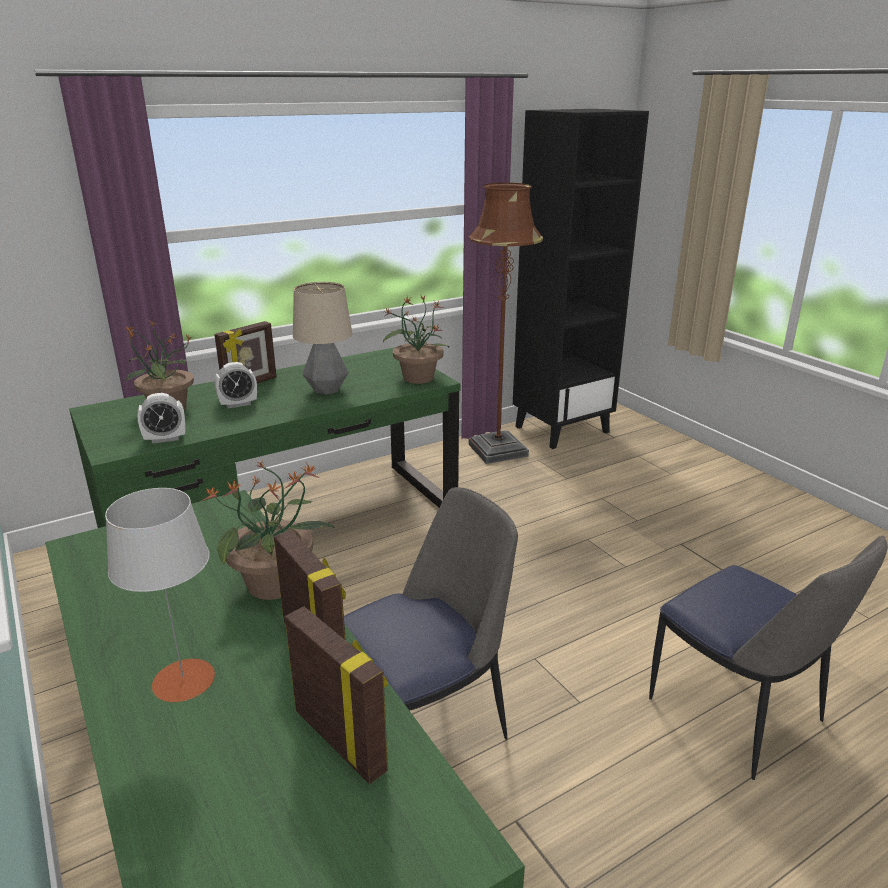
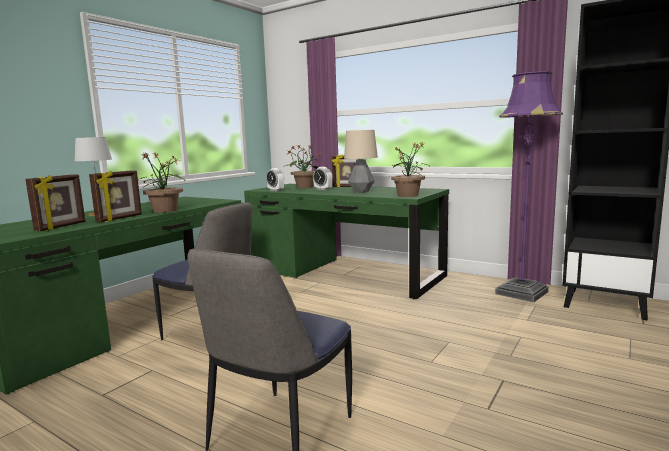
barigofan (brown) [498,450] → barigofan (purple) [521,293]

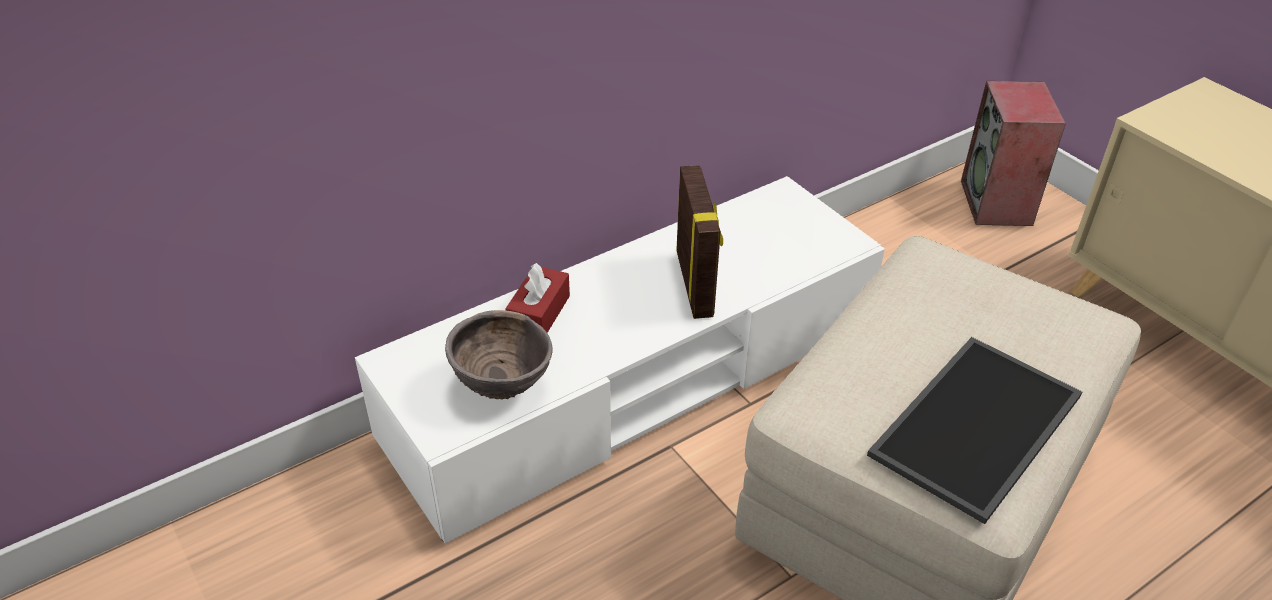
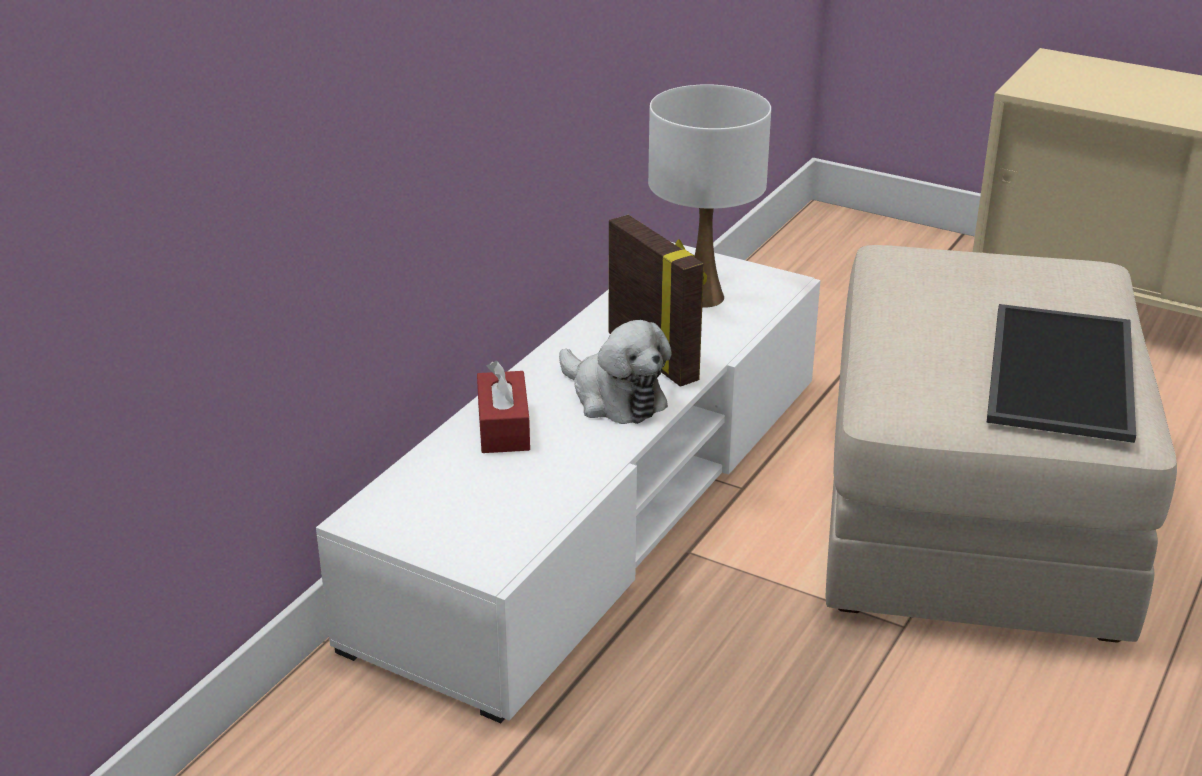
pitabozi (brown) [503,386] → -
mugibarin [997,203] → -
- → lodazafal [614,398]
- → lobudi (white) [703,297]

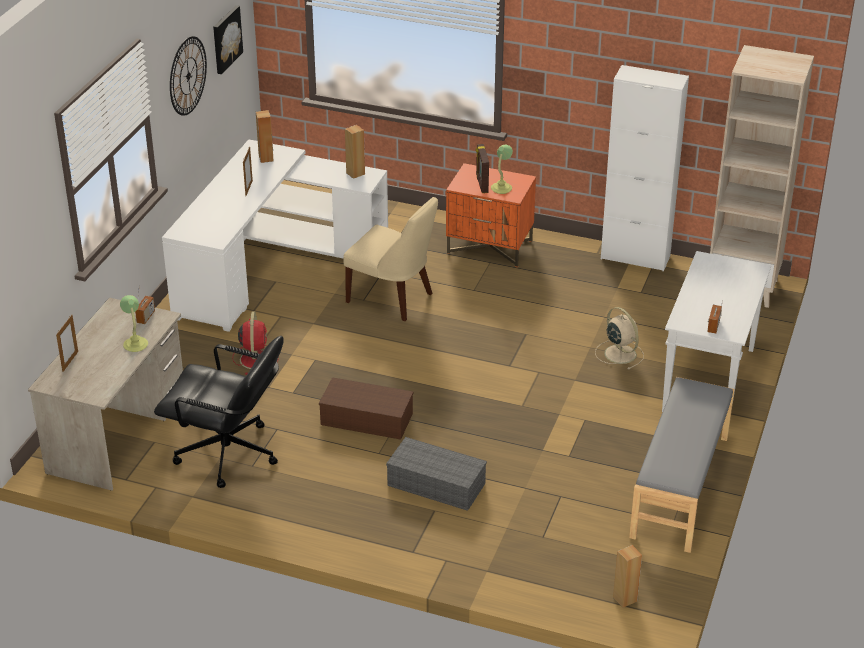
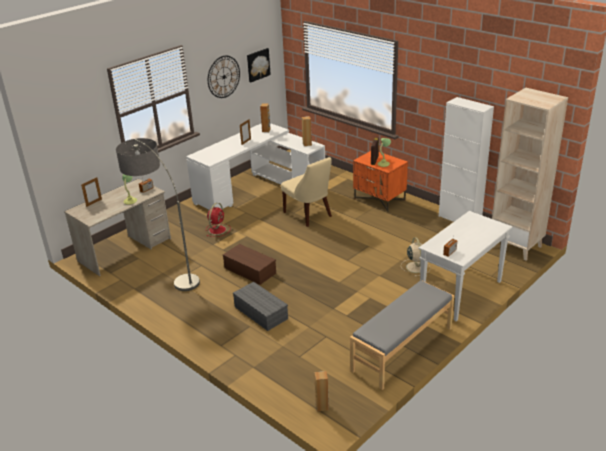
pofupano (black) [228,454] → barigofan [167,272]

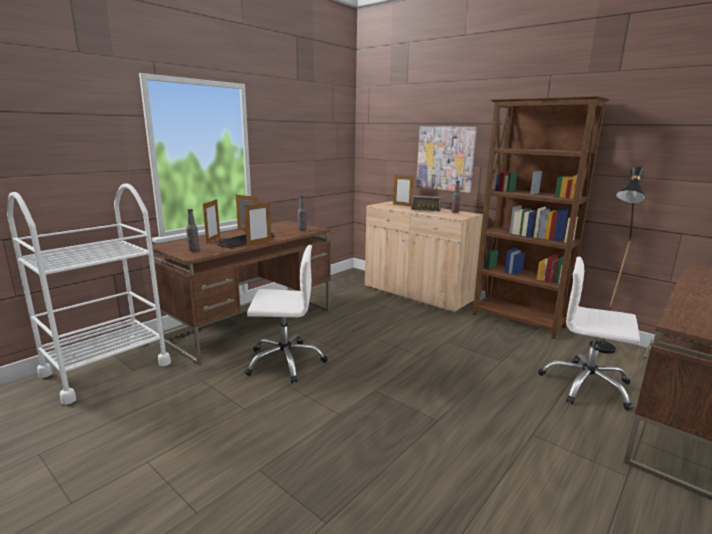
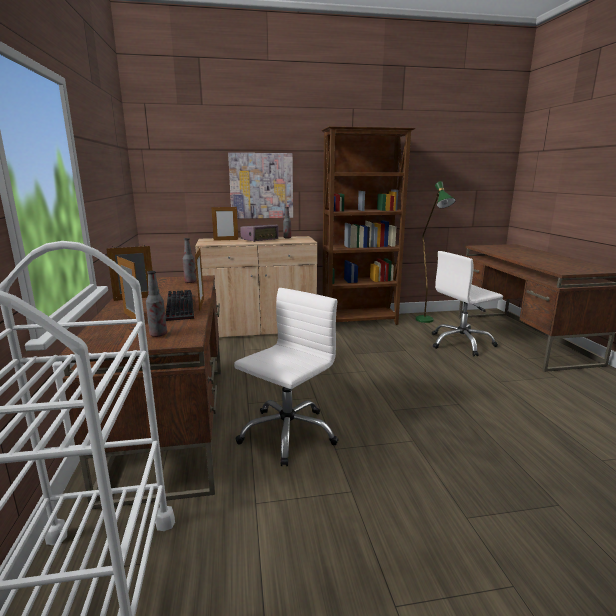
barigofan (black) [601,351] → barigofan (green) [428,322]

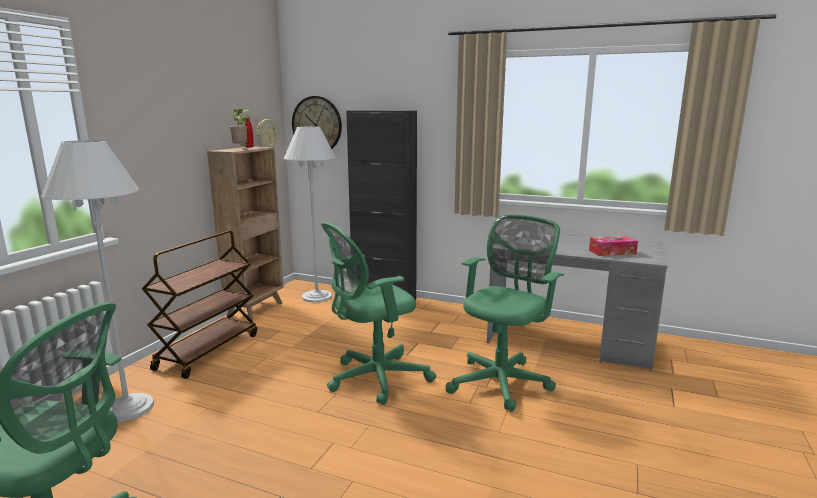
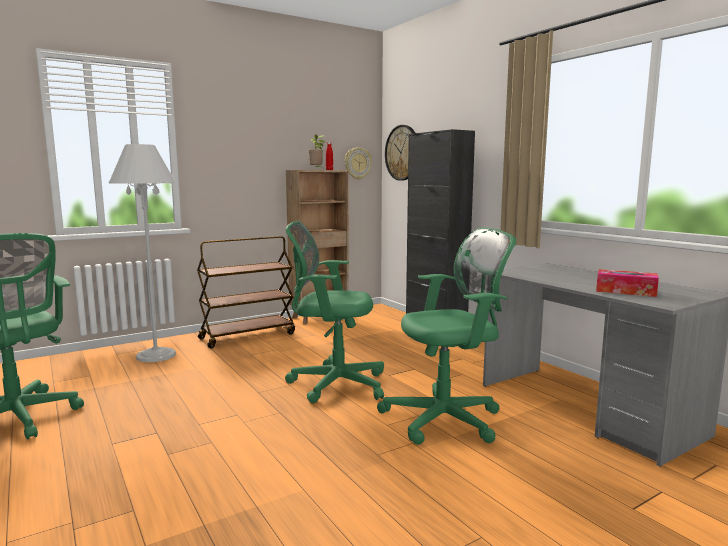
barigofan (white) [317,297] → -

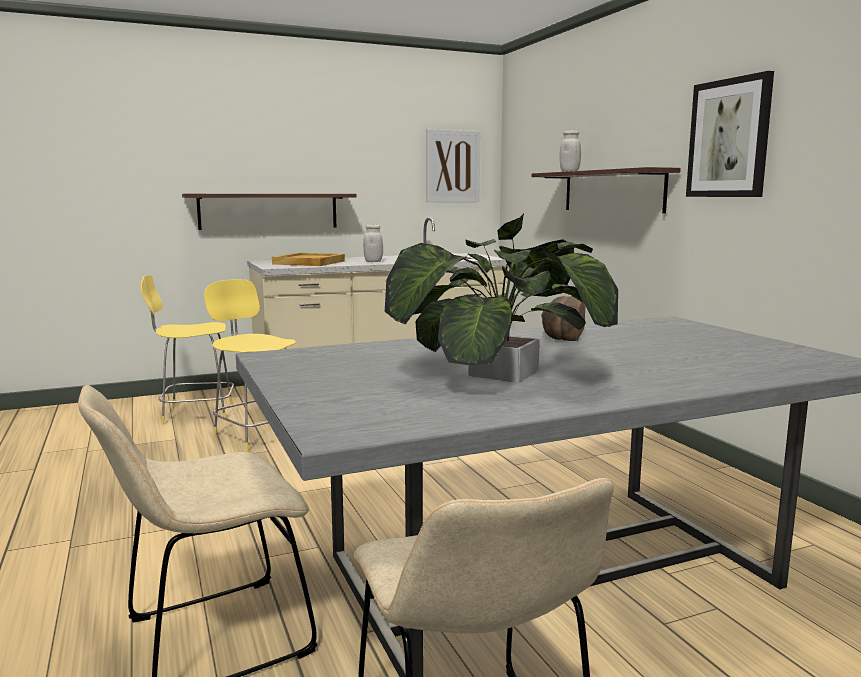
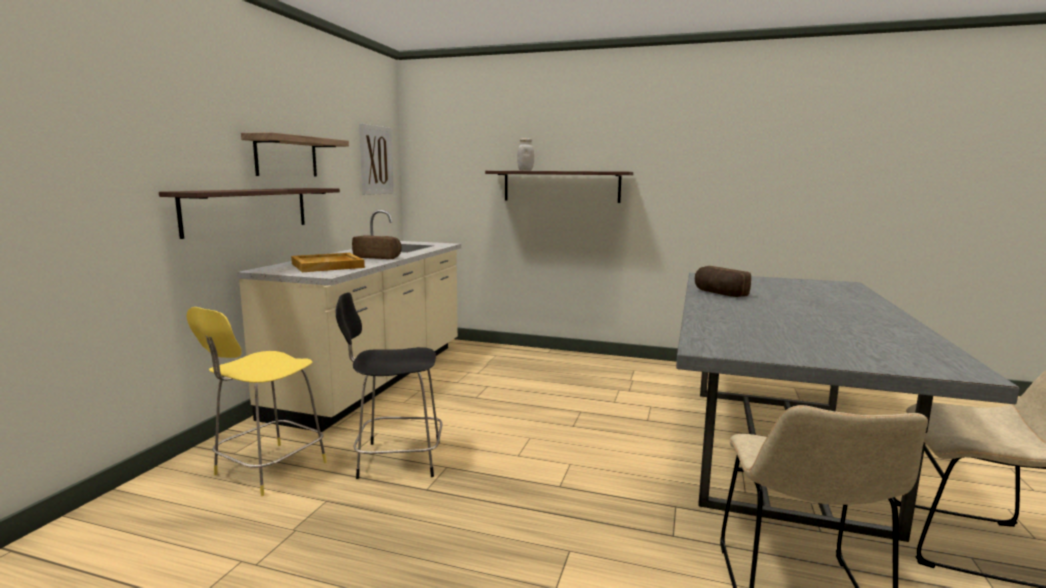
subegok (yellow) [257,434] → subegok (black) [396,459]
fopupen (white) [373,261] → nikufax [378,257]
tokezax [503,372] → -
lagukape [729,138] → -
- → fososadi [286,156]

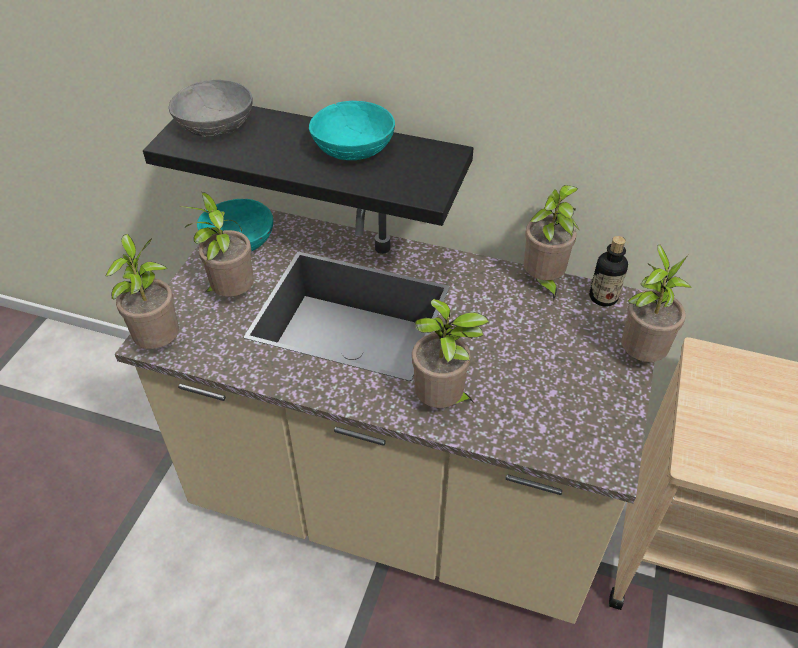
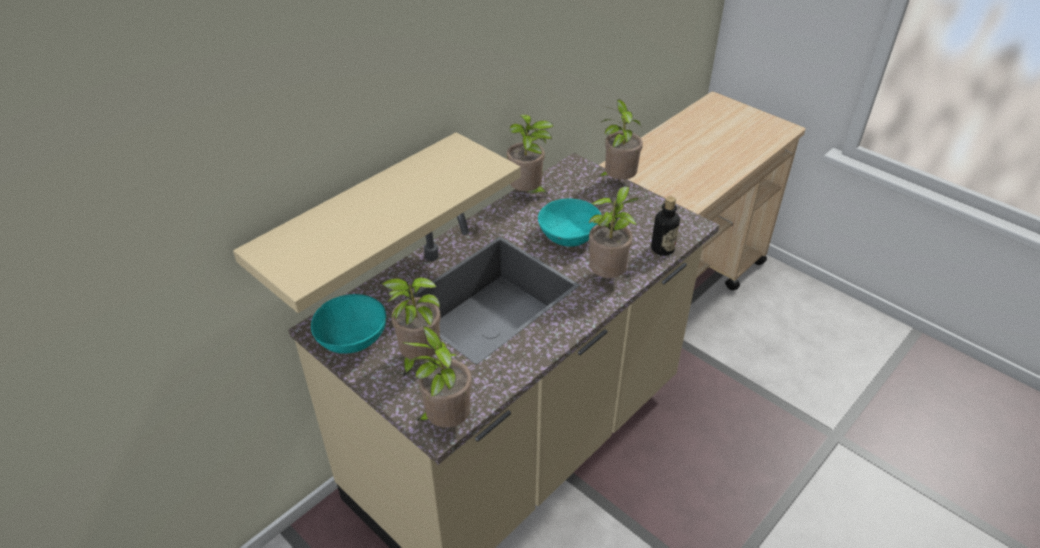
fososadi (black) [331,157] → fososadi (beige) [360,218]
pitabozi (grey) [216,126] → -
pitabozi (turquoise) [354,149] → pitabozi (turquoise) [570,235], shifted
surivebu [603,297] → surivebu [662,249], shifted

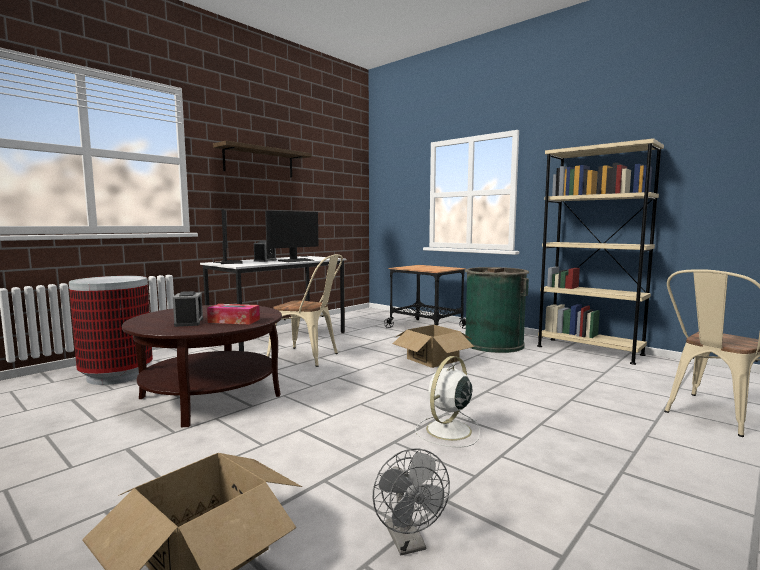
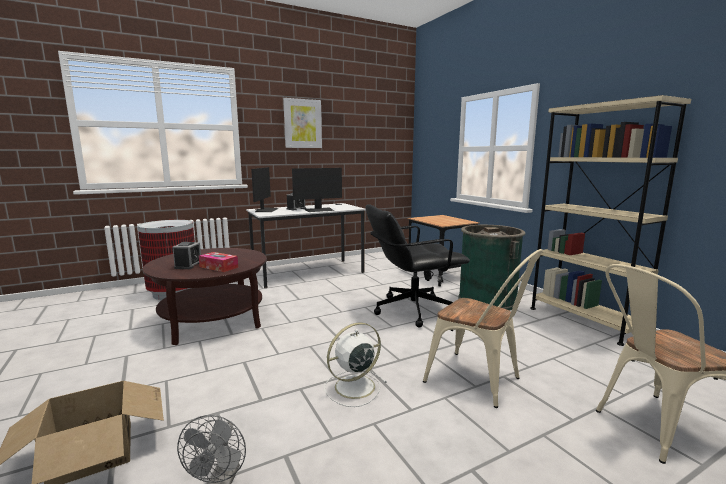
fososadi [259,162] → lagukape [302,123]
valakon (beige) [309,357] → valakon (beige) [480,381], shifted
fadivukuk [432,359] → pofupano (black) [412,310]

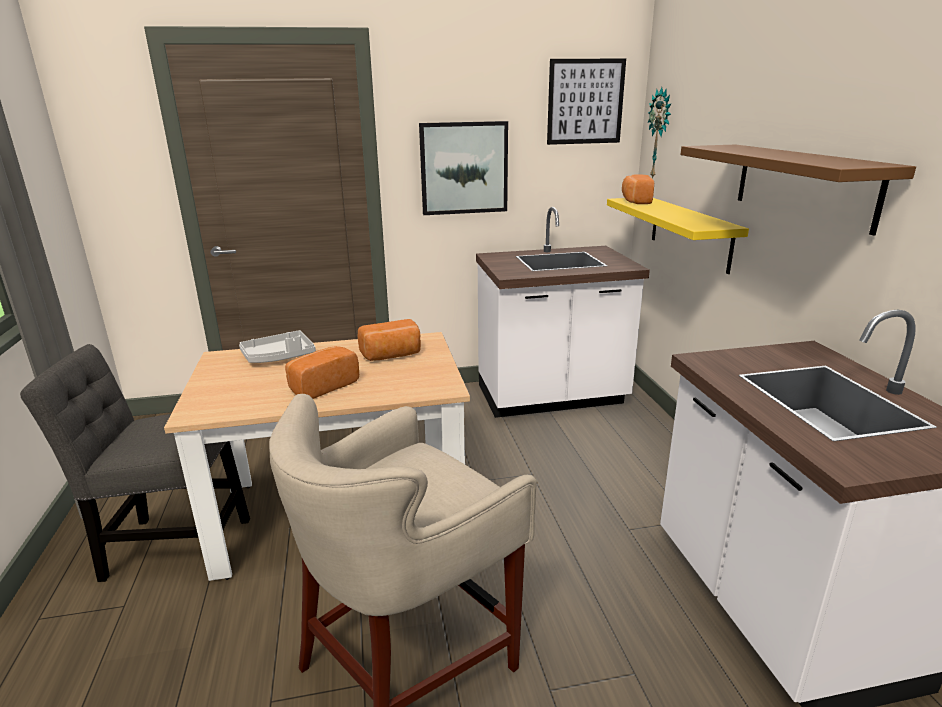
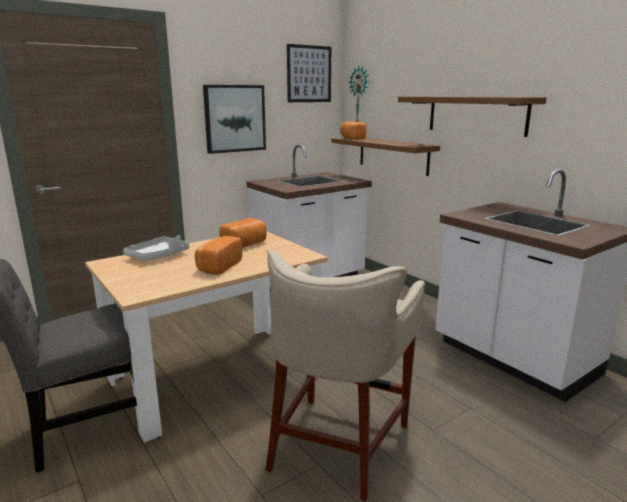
fososadi (yellow) [690,233] → fososadi (brown) [393,155]

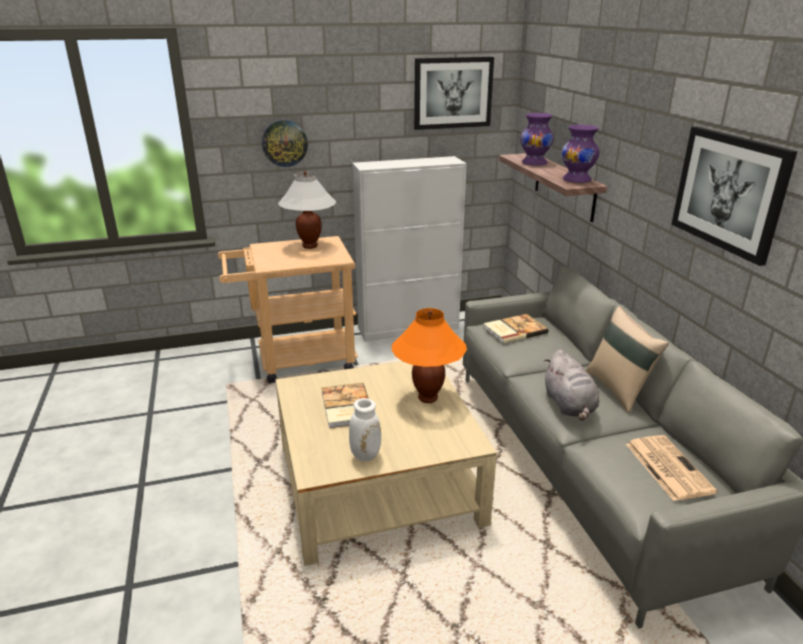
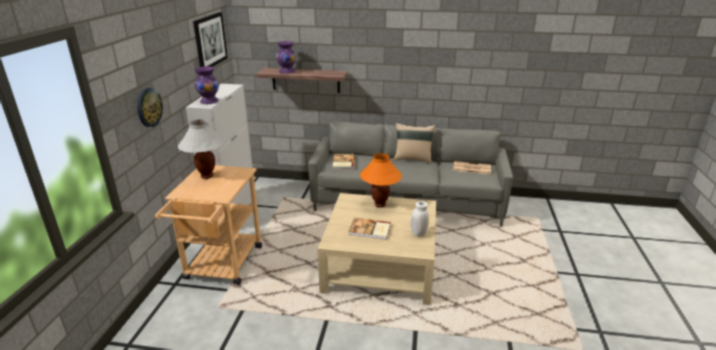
lodazafal (grey) [569,406] → -
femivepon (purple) [577,180] → femivepon (purple) [209,101], shifted
lagukape [729,192] → -

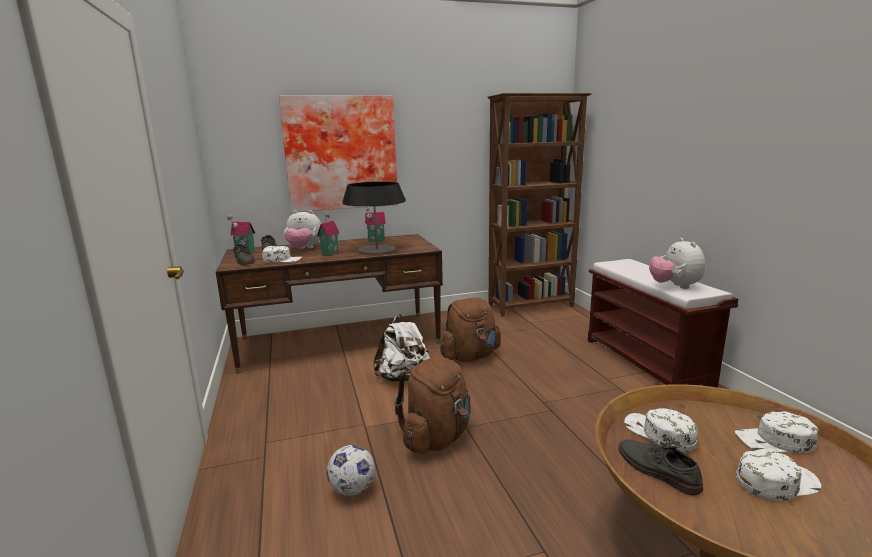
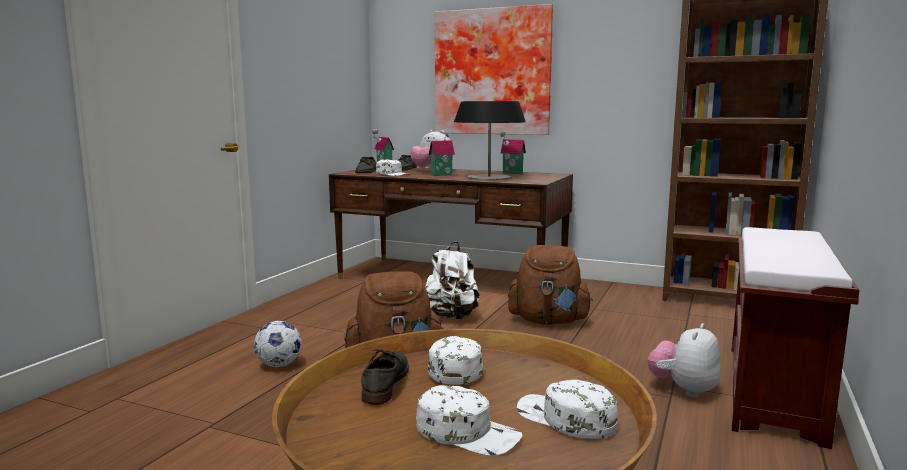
lodazafal [674,286] → lodazafal [683,390], shifted

